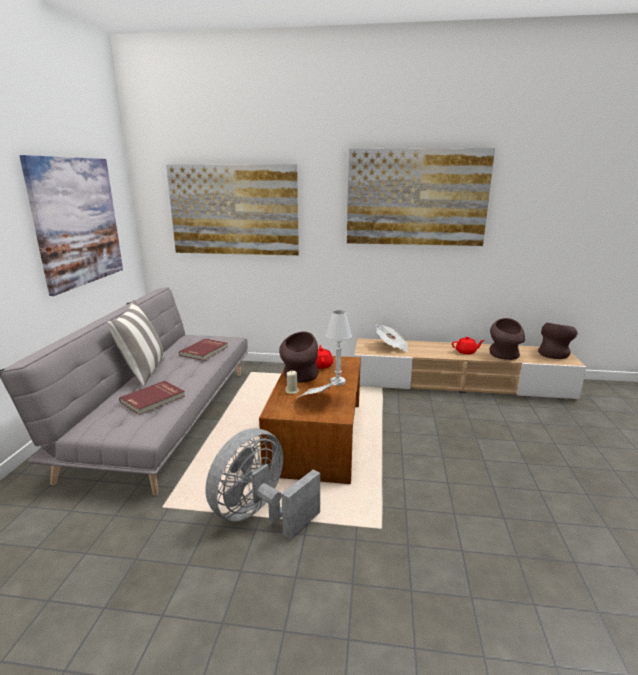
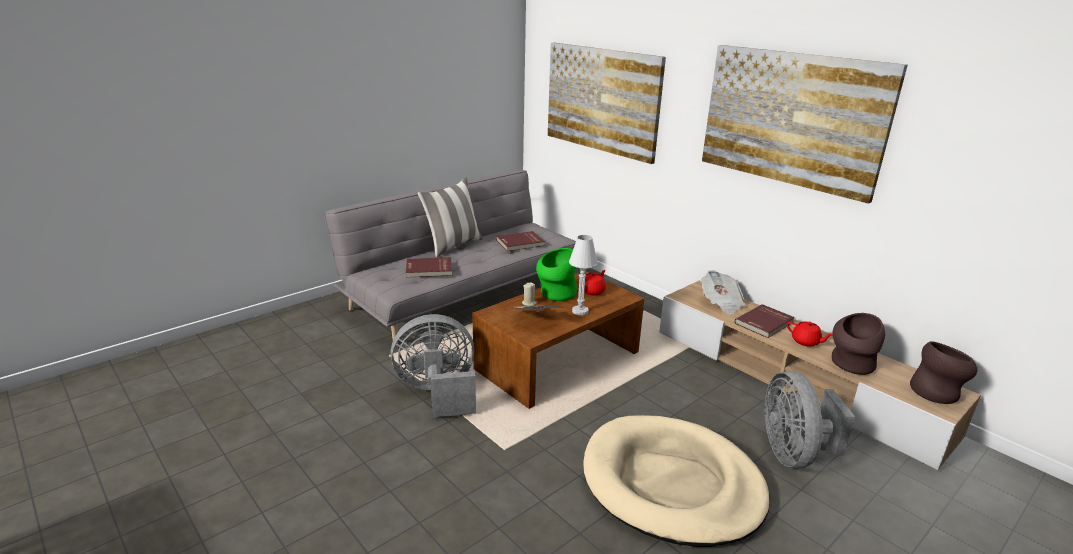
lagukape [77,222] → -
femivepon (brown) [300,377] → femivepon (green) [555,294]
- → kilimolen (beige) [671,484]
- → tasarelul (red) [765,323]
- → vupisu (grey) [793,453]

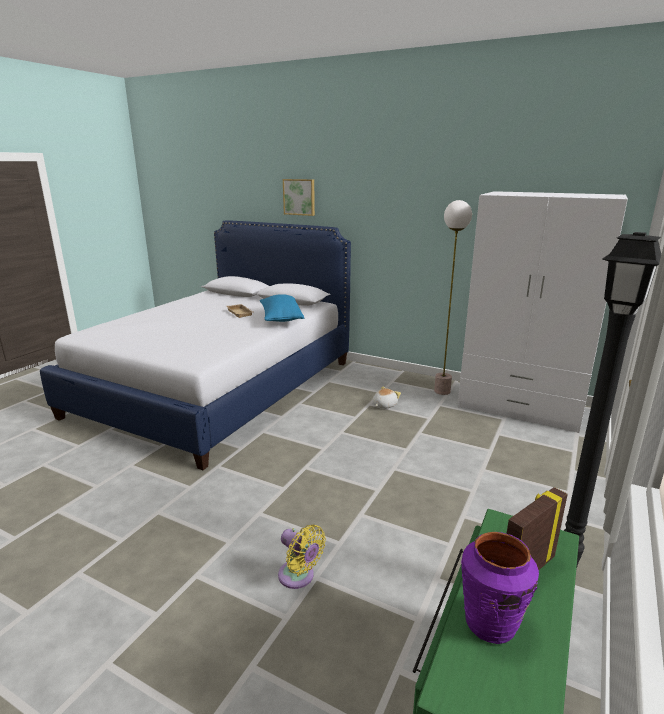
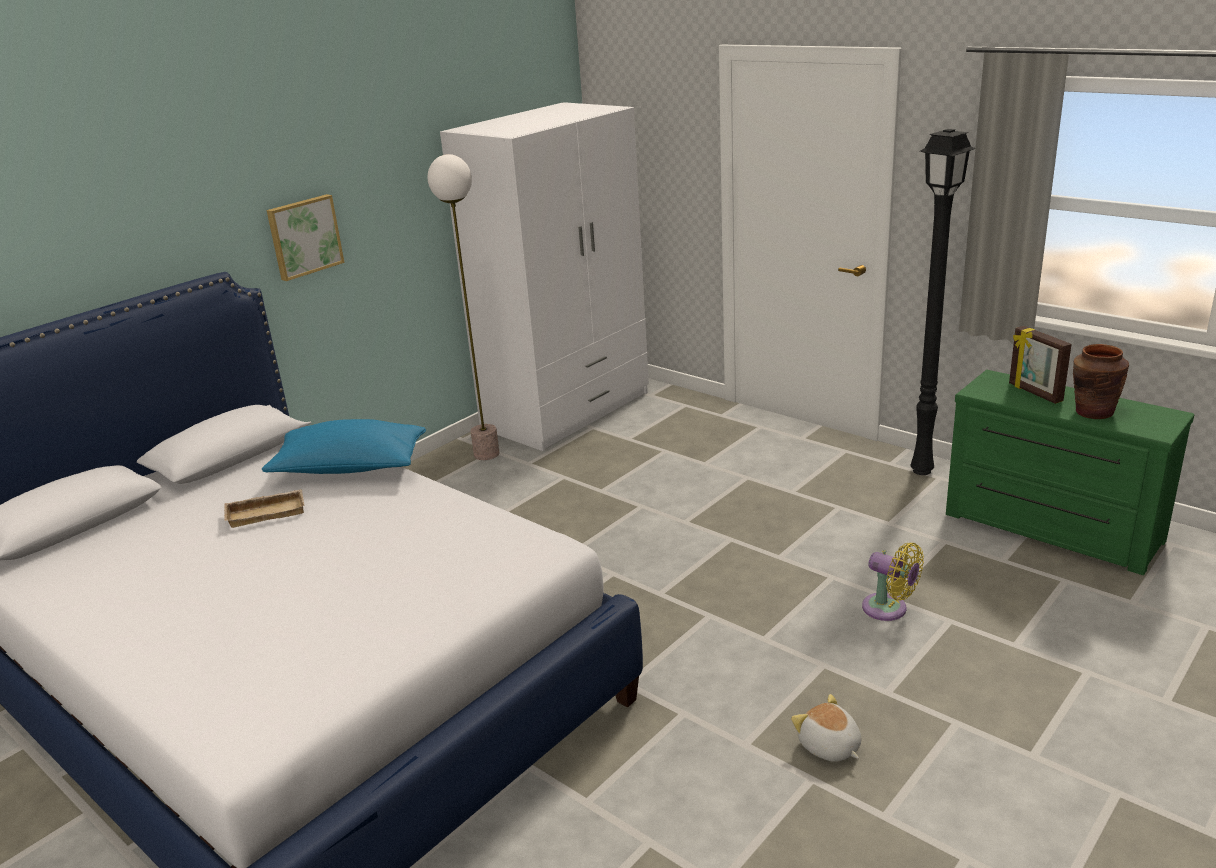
vupisu (yellow) [299,577] → vupisu (yellow) [889,609], 75 degrees clockwise
lagukape [299,197] → lagukape [304,236], shifted
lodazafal [384,405] → lodazafal [829,747], shifted
femivepon (purple) [490,623] → femivepon (brown) [1093,412]

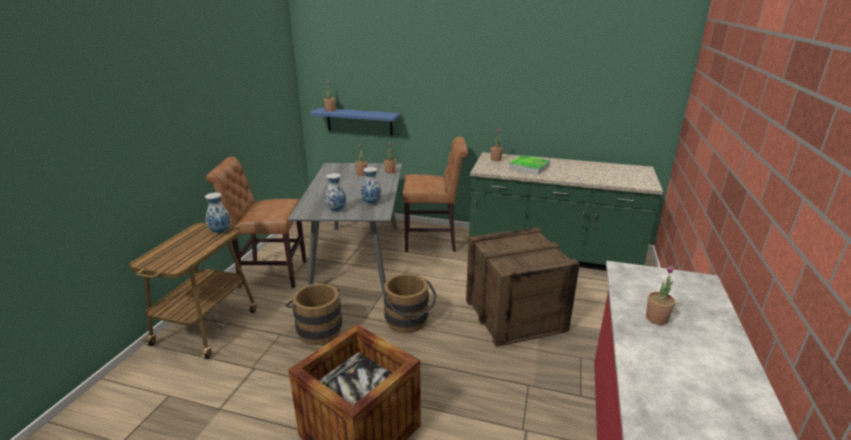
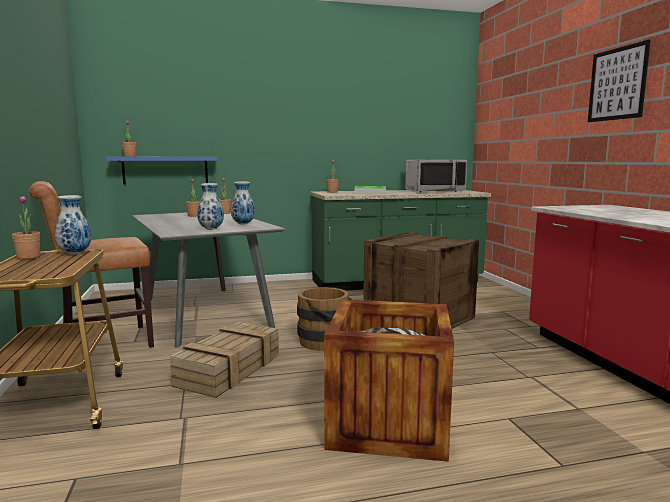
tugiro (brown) [317,329] → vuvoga [229,369]
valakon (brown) [434,241] → -
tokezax [656,318] → tokezax [28,257], shifted
- → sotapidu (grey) [434,191]
- → lagukape [617,84]

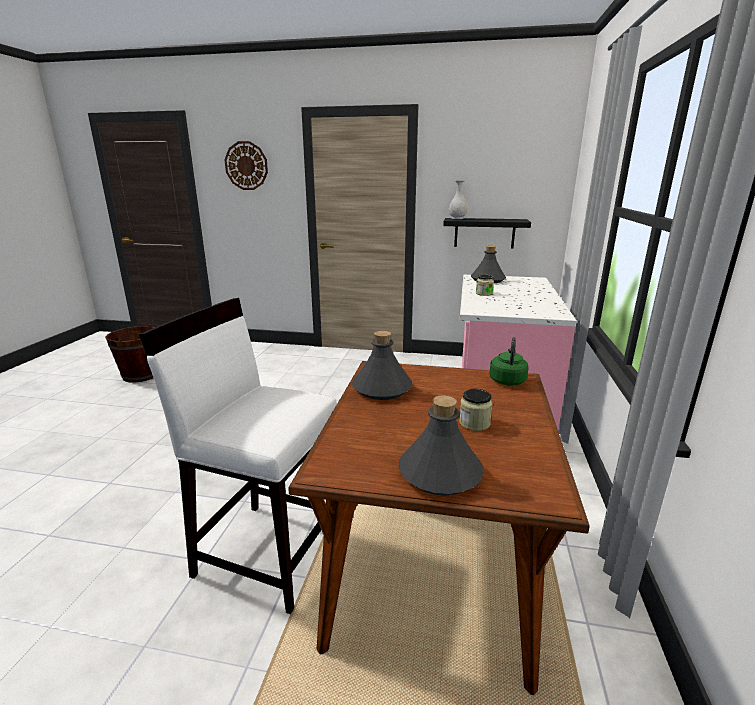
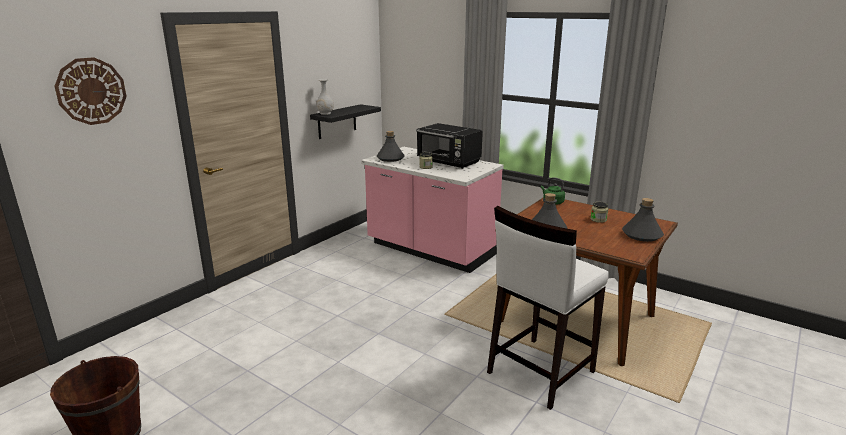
- → sotapidu (black) [449,162]

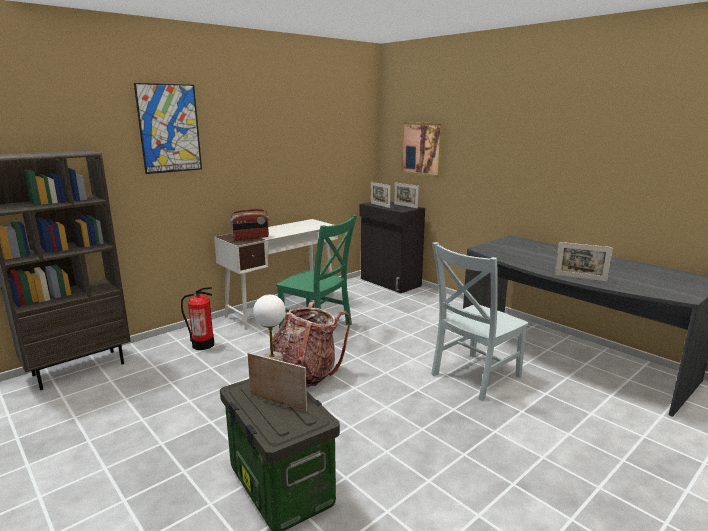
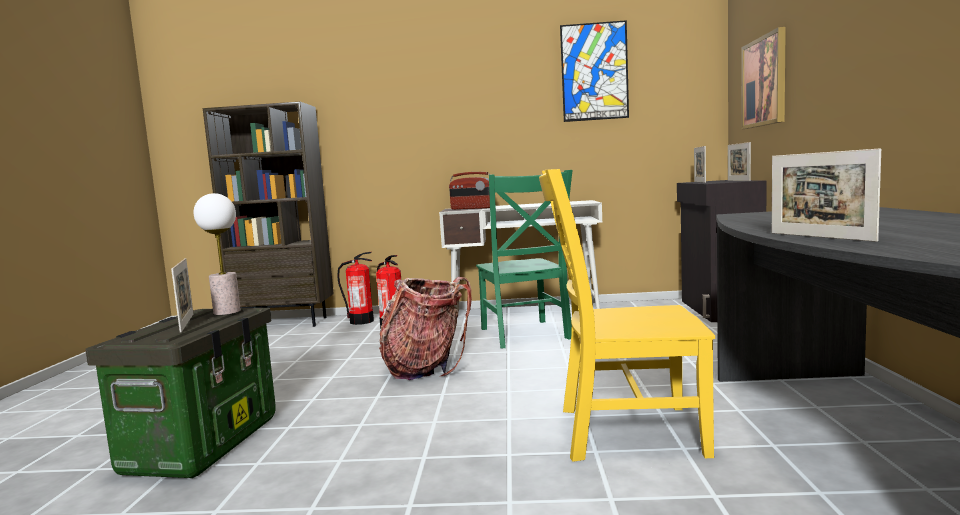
lagukape [169,128] → lagukape [594,72], shifted
valakon (grey) [473,376] → valakon (yellow) [622,431]
- → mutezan [361,321]

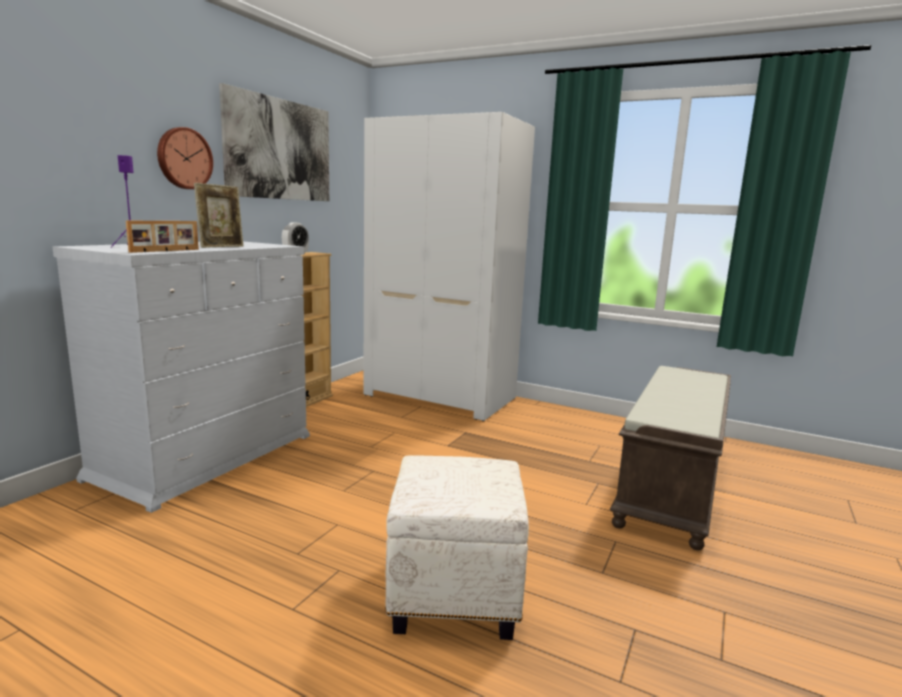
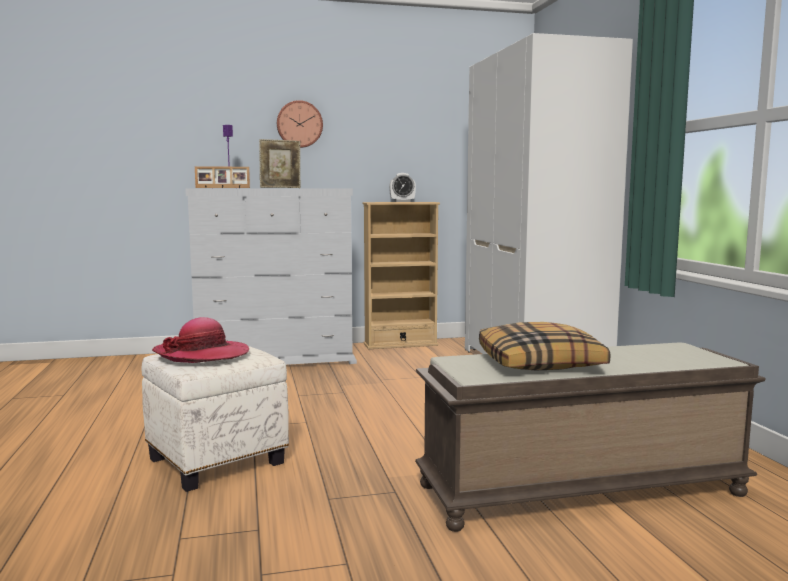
lagukape [280,149] → -
- → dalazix [202,354]
- → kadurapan [540,363]

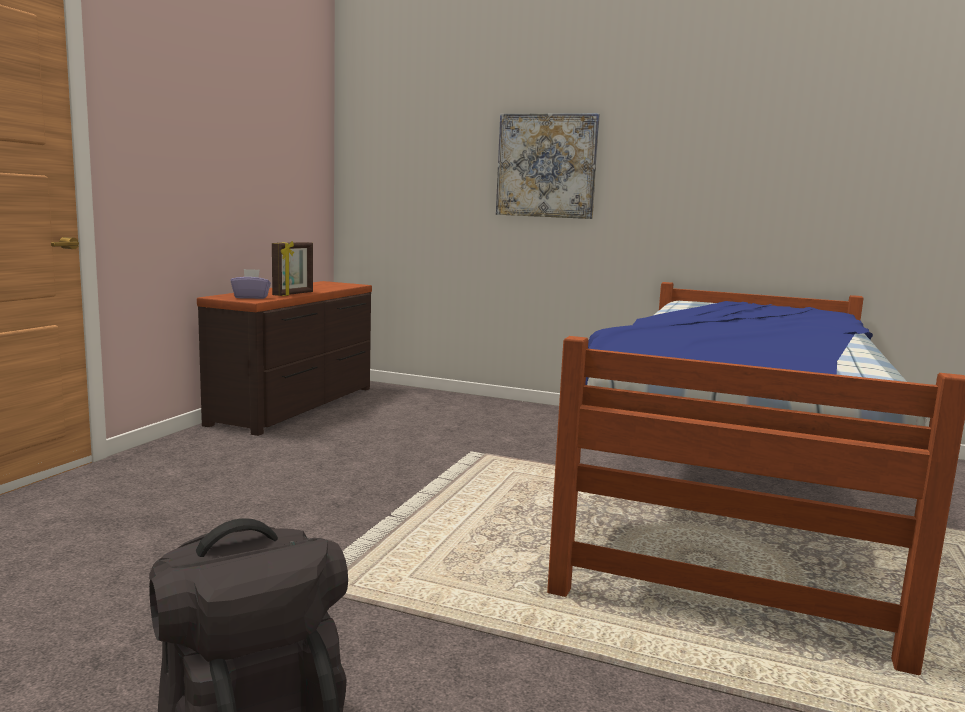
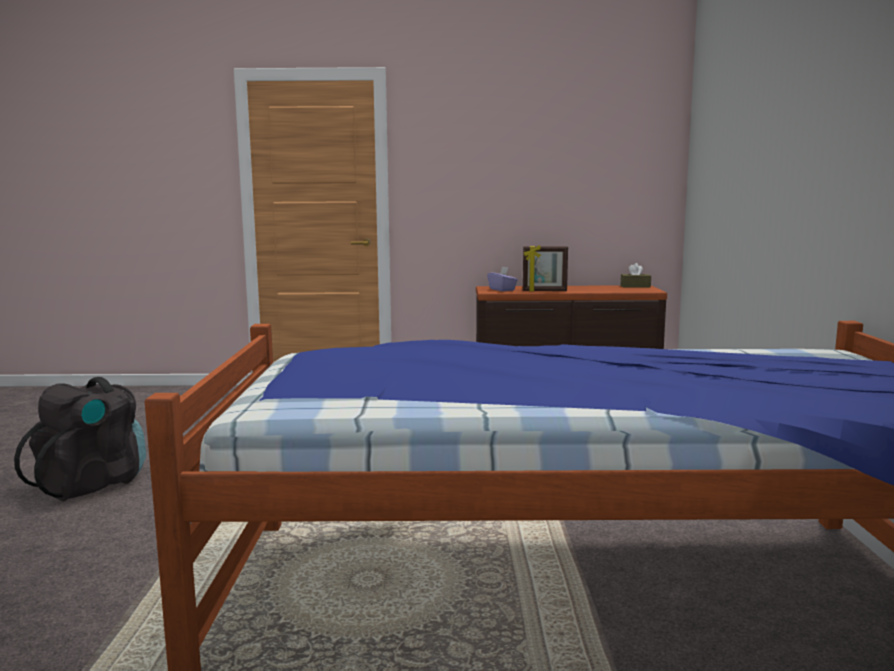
lagukape [546,166] → -
- → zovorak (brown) [635,286]

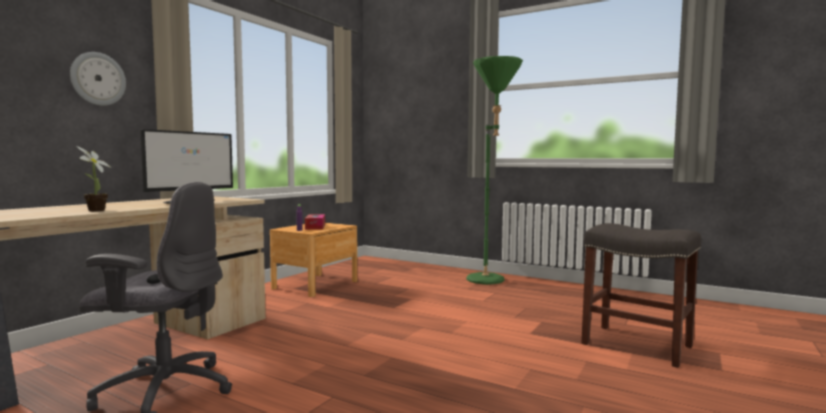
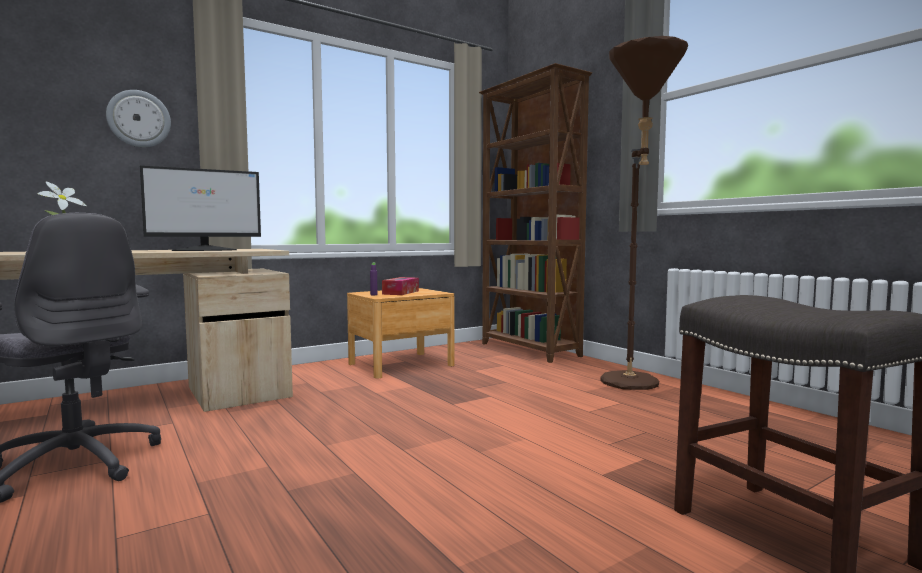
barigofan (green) [491,282] → barigofan (brown) [634,386]
- → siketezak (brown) [529,350]

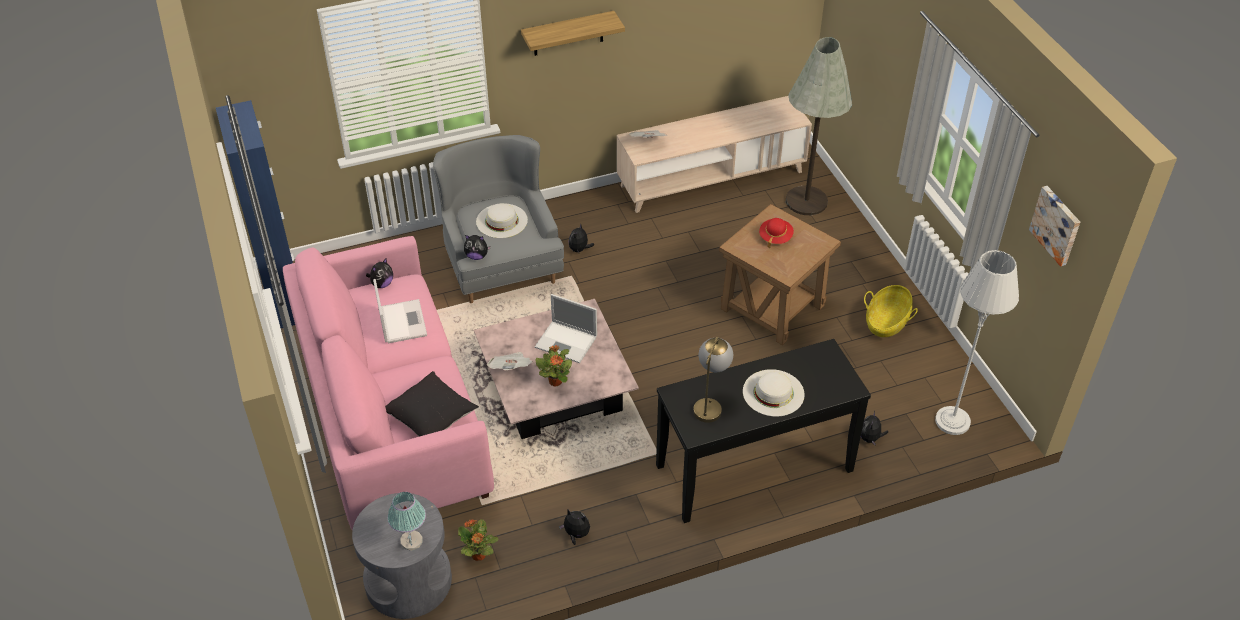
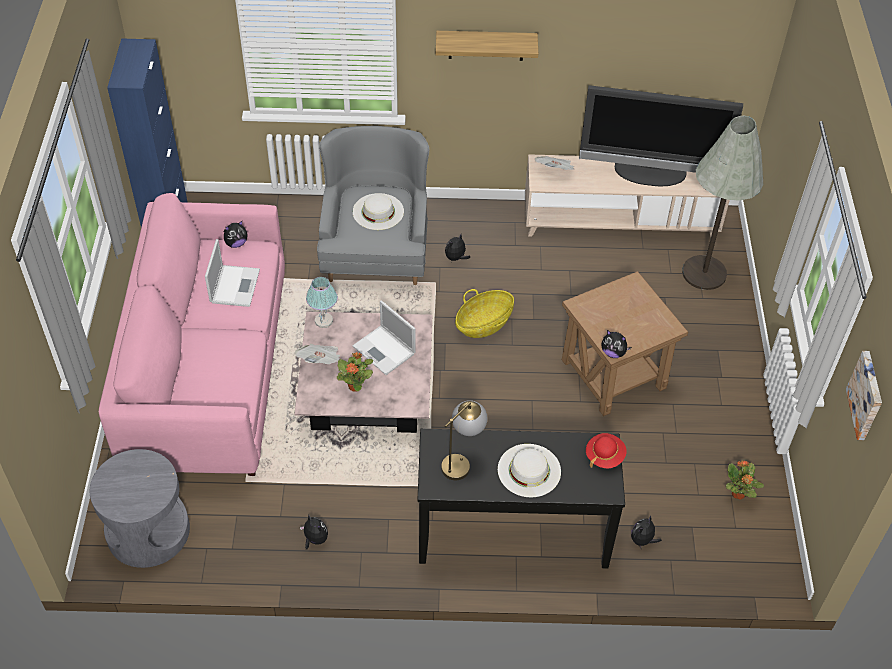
kadurapan (black) [431,417] → -
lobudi [411,541] → lobudi [324,321], shifted
tokezax [478,555] → tokezax [738,494], shifted
lodazafal [477,256] → lodazafal [613,353], shifted
dalazix (red) [775,237] → dalazix (red) [604,456], shifted
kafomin [886,322] → kafomin [484,324], shifted
barigofan (grey) [952,421] → -
- → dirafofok [649,173]

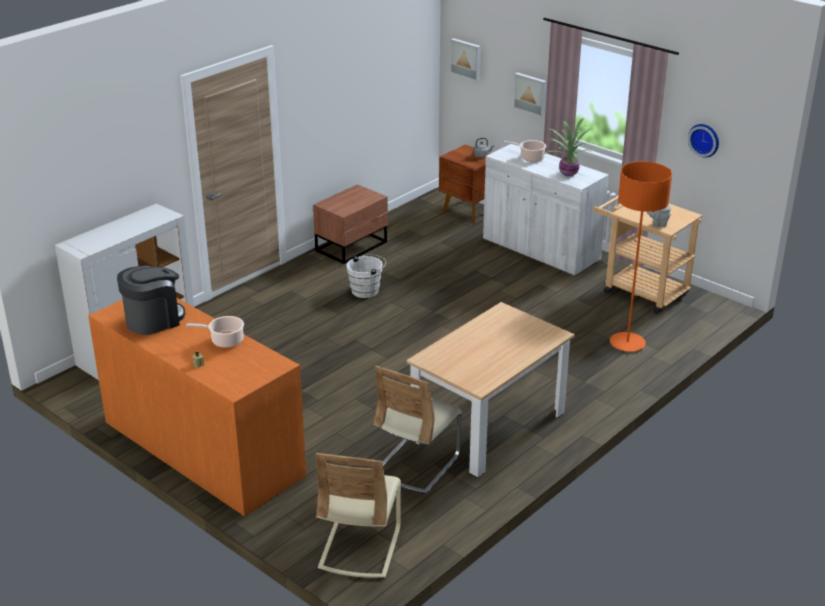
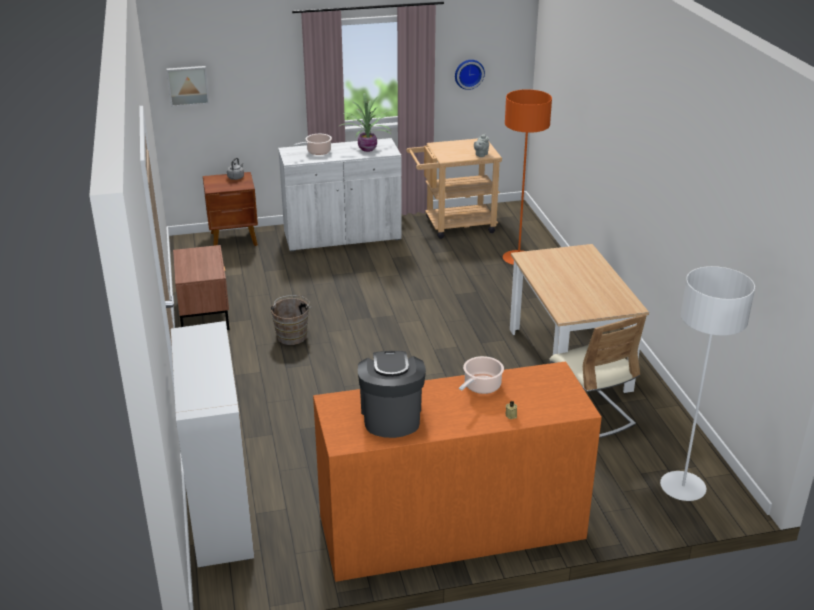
valakon (beige) [360,548] → barigofan (white) [682,488]
tugiro (white) [367,290] → tugiro (brown) [292,335]
lagukape [531,94] → -

